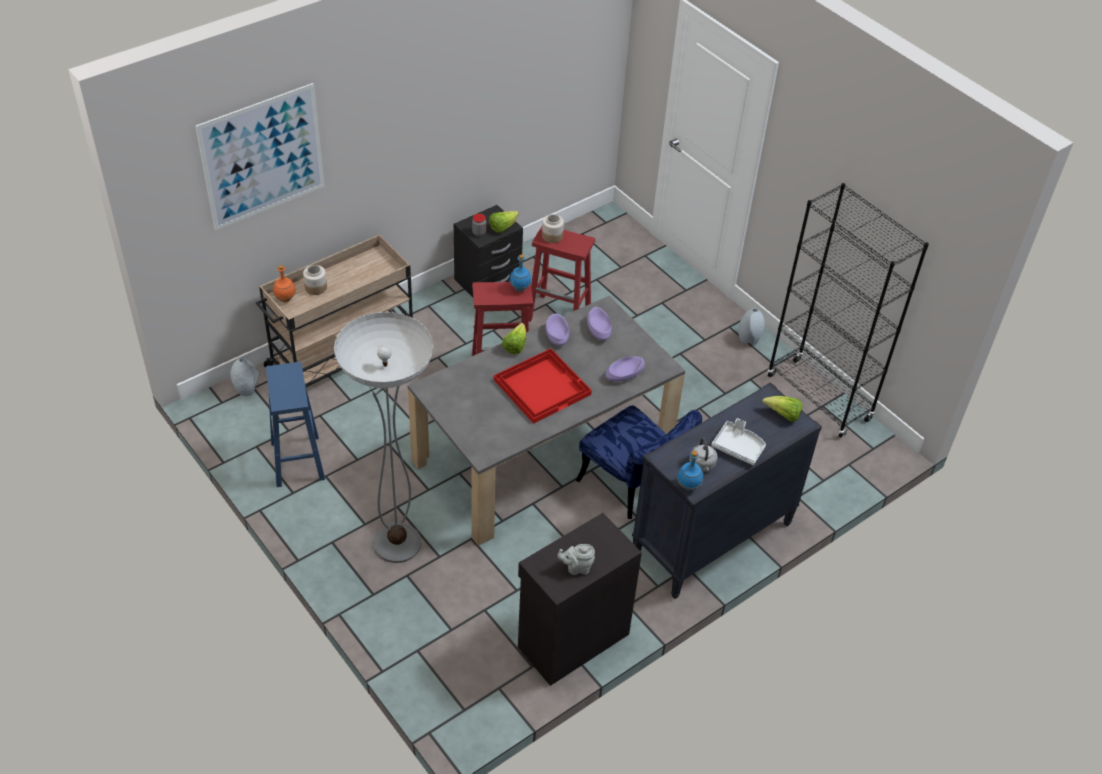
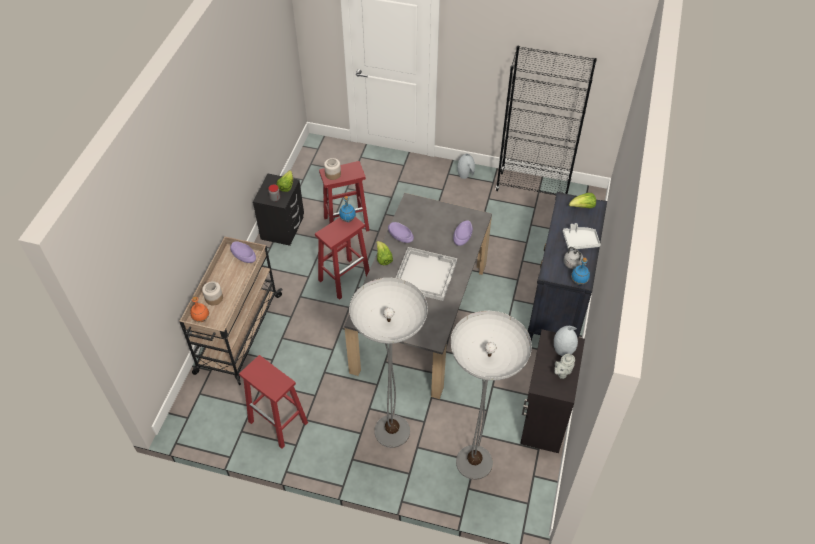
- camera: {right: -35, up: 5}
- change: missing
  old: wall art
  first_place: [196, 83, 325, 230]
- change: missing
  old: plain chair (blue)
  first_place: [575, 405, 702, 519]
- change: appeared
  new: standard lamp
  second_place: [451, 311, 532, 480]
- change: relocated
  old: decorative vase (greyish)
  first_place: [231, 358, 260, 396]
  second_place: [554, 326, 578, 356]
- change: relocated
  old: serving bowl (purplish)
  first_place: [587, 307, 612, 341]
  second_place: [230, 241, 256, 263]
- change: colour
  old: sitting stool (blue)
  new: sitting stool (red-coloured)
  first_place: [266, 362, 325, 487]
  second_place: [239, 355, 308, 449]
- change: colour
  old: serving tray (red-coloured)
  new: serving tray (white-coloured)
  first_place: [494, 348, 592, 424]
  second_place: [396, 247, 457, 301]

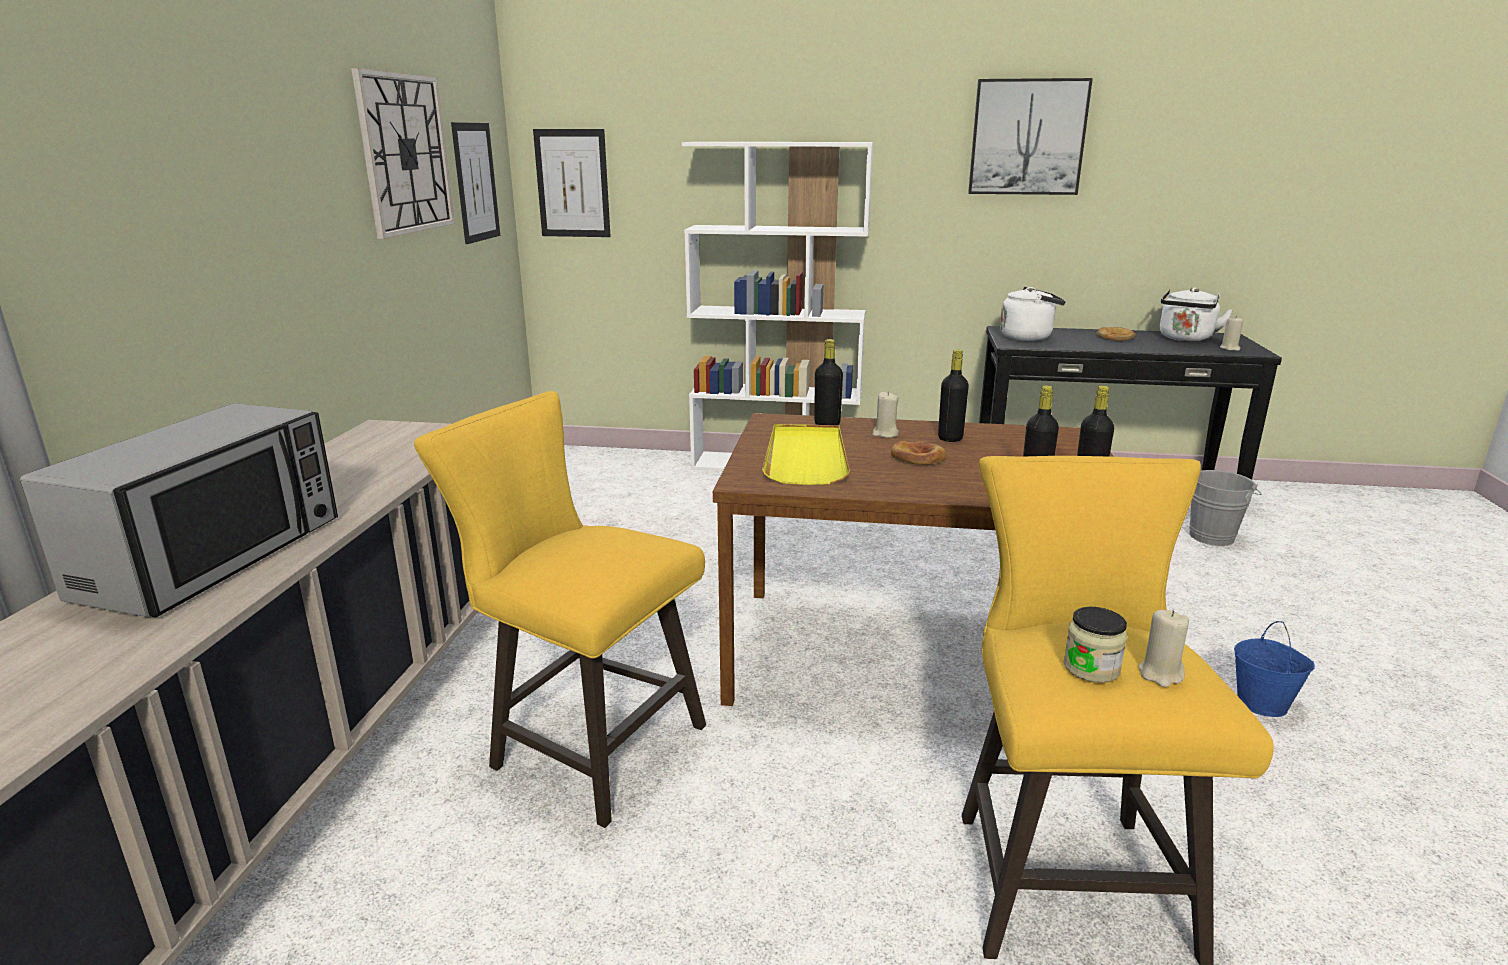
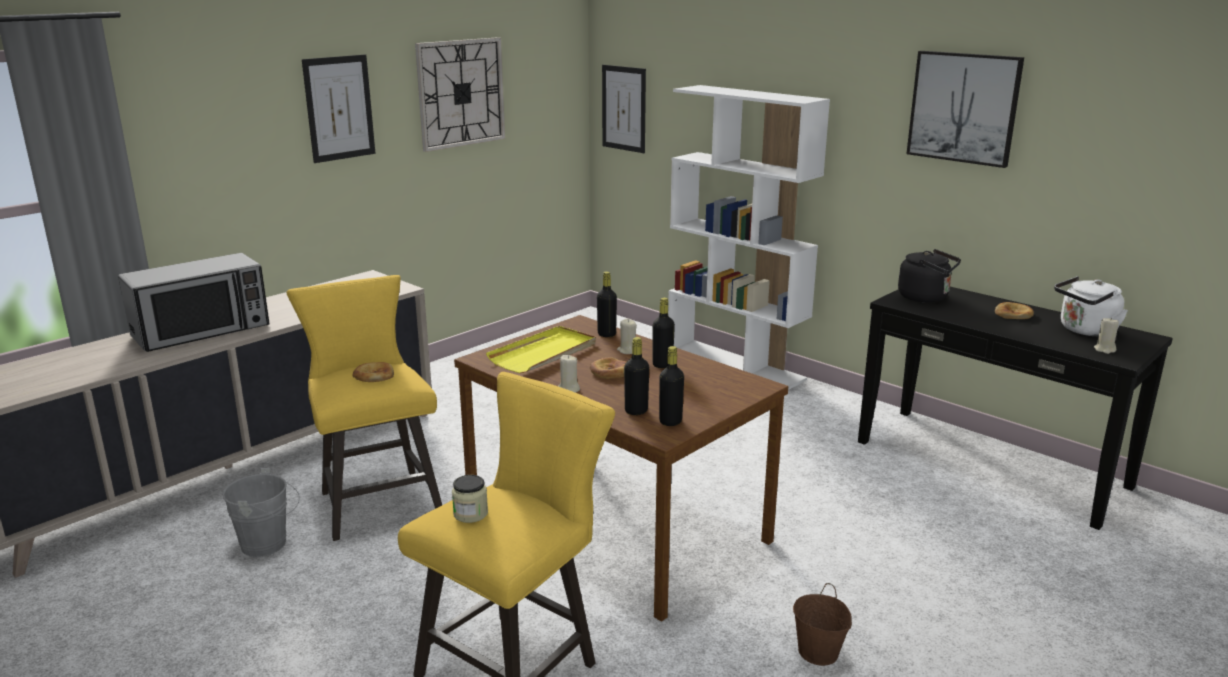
- camera: {right: 35, up: 0}
- change: appeared
  new: bakery bread
  second_place: [353, 362, 394, 382]
- change: relocated
  old: wall art
  first_place: [451, 122, 500, 244]
  second_place: [302, 54, 375, 163]
- change: relocated
  old: wax light (beige)
  first_place: [1138, 610, 1189, 687]
  second_place: [558, 355, 580, 393]
- change: relocated
  old: bucket (greyish)
  first_place: [1189, 470, 1261, 546]
  second_place: [222, 468, 300, 557]
- change: colour
  old: kettle (white-coloured)
  new: kettle (black)
  first_place: [1000, 287, 1066, 341]
  second_place: [898, 249, 961, 303]
- change: colour
  old: bucket (blue)
  new: bucket (brown)
  first_place: [1234, 621, 1315, 717]
  second_place: [793, 583, 852, 666]

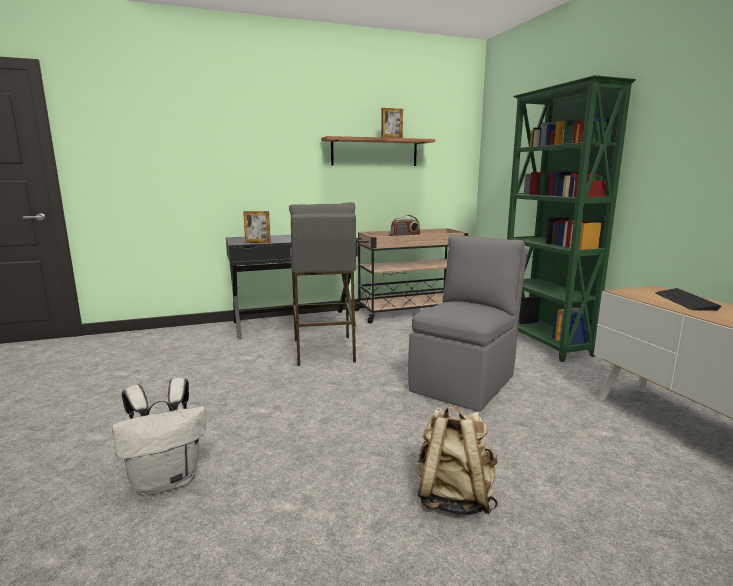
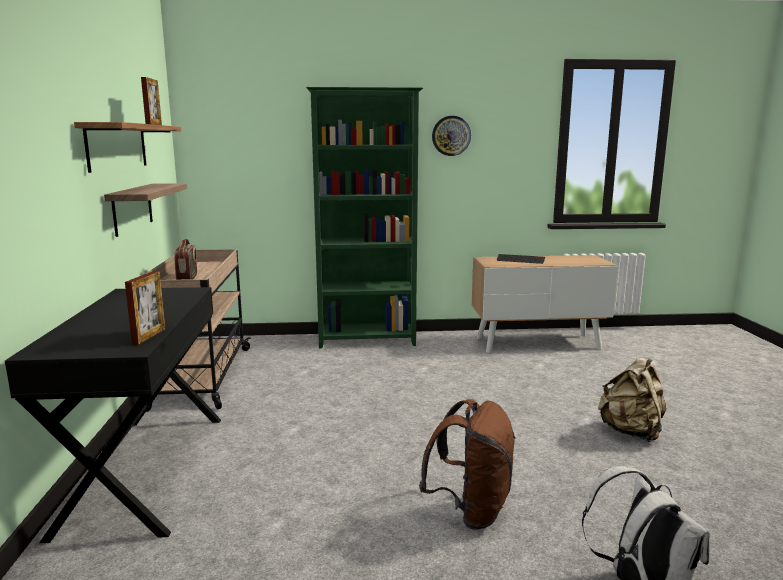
- camera: {right: -75, up: 0}
- change: missing
  old: sitting stool (greyish)
  first_place: [289, 202, 356, 366]
- change: missing
  old: plain chair (greyish)
  first_place: [408, 235, 527, 412]
- change: appeared
  new: wall shelf
  second_place: [104, 183, 187, 237]
- change: appeared
  new: backpack (brown)
  second_place: [419, 399, 516, 530]
- change: appeared
  new: wall clock
  second_place: [432, 116, 471, 156]

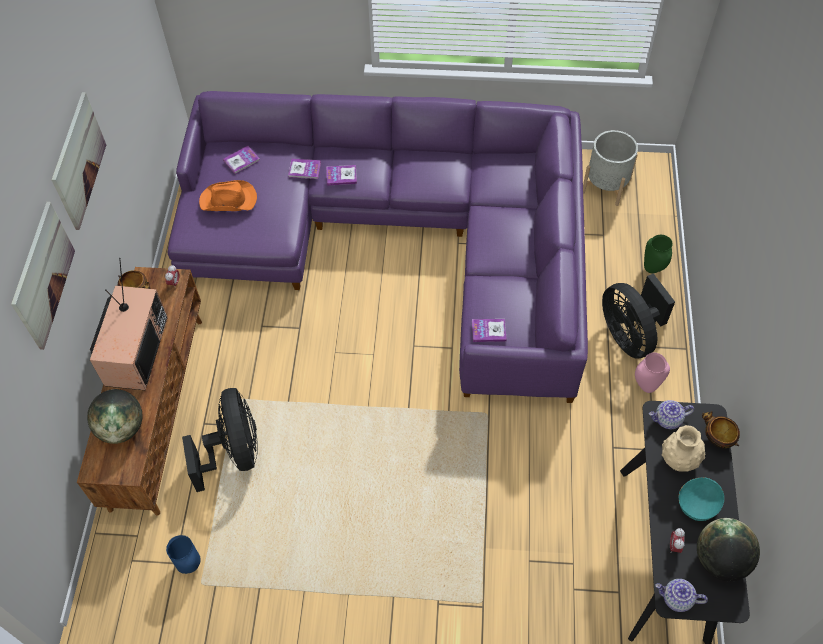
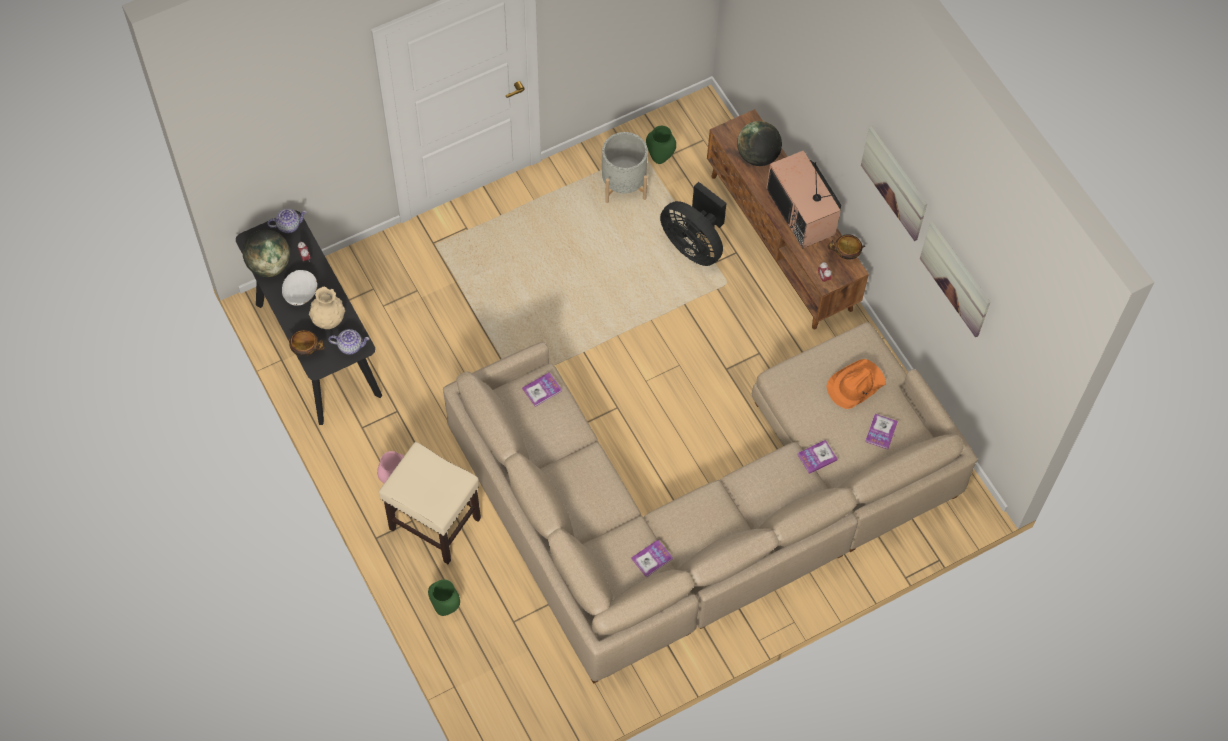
- camera: {right: 145, up: 5}
- change: relocated
  old: wall art
  first_place: [11, 202, 75, 350]
  second_place: [920, 222, 991, 338]
- change: relocated
  old: book
  first_place: [326, 165, 357, 186]
  second_place: [631, 540, 673, 577]
- change: relocated
  old: plant pot (greyish)
  first_place: [583, 130, 638, 206]
  second_place: [602, 132, 648, 203]
- change: exchanged
  old: electric fan (black)
  new: sitting stool (beige)
  first_place: [602, 273, 675, 358]
  second_place: [379, 442, 481, 564]
- change: colour
  old: decorative vase (blue)
  new: decorative vase (green)
  first_place: [166, 535, 201, 574]
  second_place: [646, 126, 676, 164]
- change: colour
  old: settee (purplish)
  new: settee (beige)
  first_place: [168, 91, 588, 403]
  second_place: [443, 322, 978, 684]
- change: colour
  old: serving bowl (turquoise)
  new: serving bowl (white-coloured)
  first_place: [679, 477, 724, 521]
  second_place: [282, 270, 317, 305]
- change: spun
  old: teapot
  first_place: [649, 400, 694, 429]
  second_place: [328, 329, 369, 354]
  degrees: 45

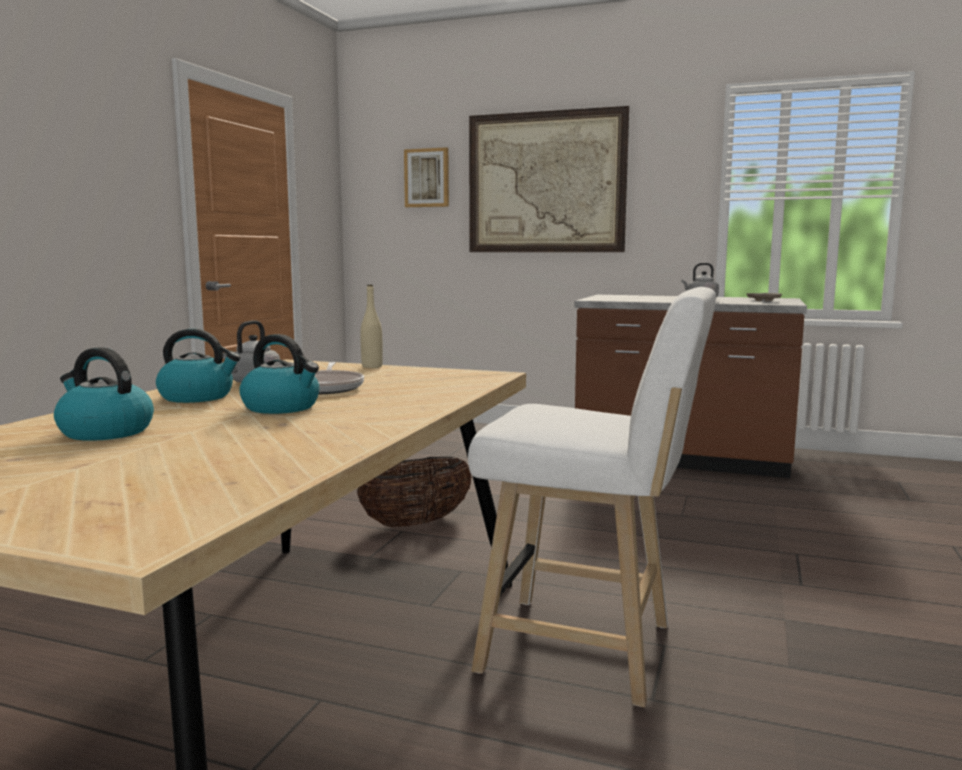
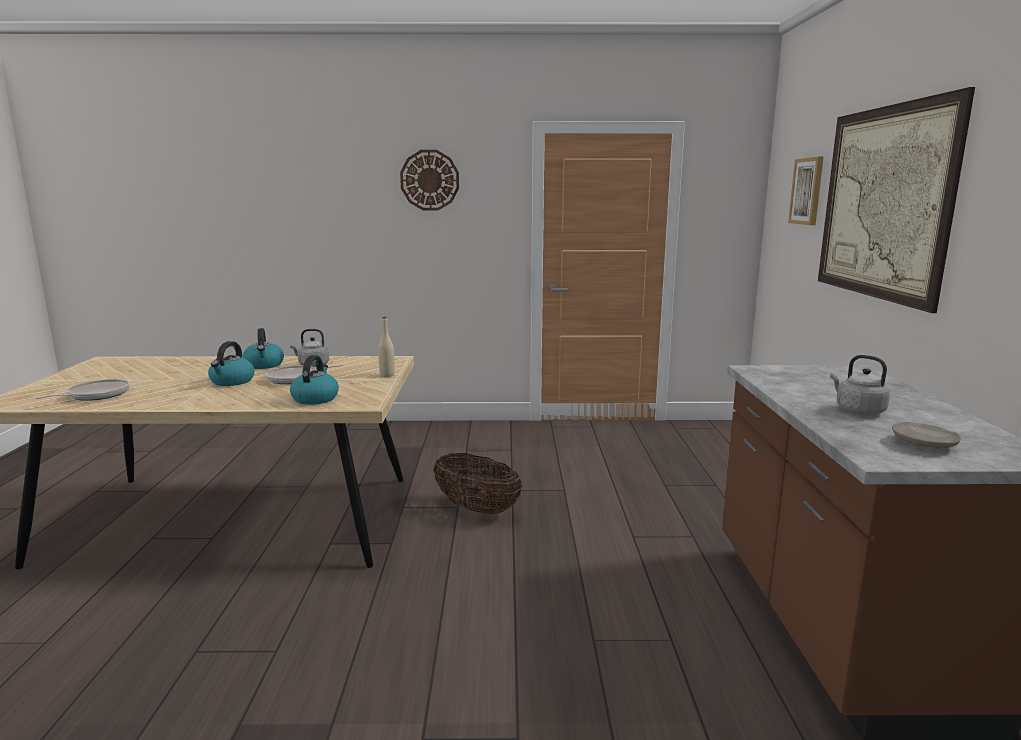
- camera: {right: 70, up: 5}
- change: missing
  old: sitting stool (white-coloured)
  first_place: [468, 287, 716, 707]
- change: appeared
  new: pan
  second_place: [35, 379, 130, 401]
- change: appeared
  new: wall clock
  second_place: [400, 150, 459, 211]
- change: relocated
  old: kettle
  first_place: [54, 347, 154, 441]
  second_place: [290, 355, 339, 405]

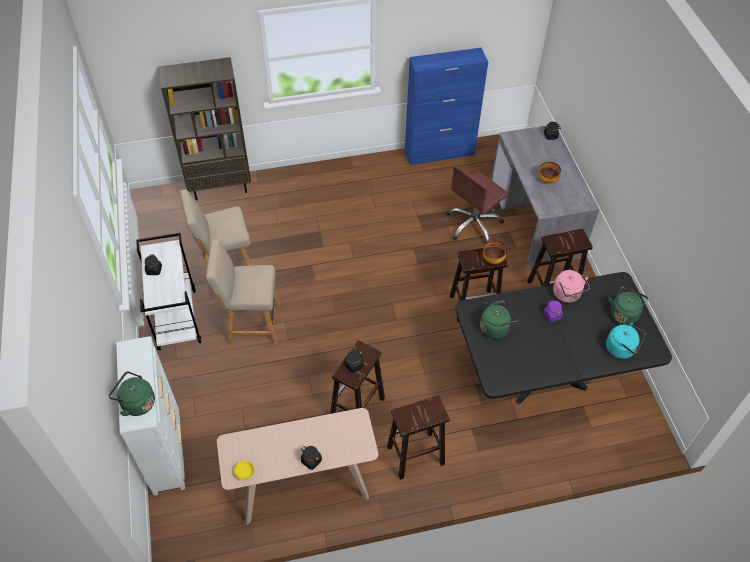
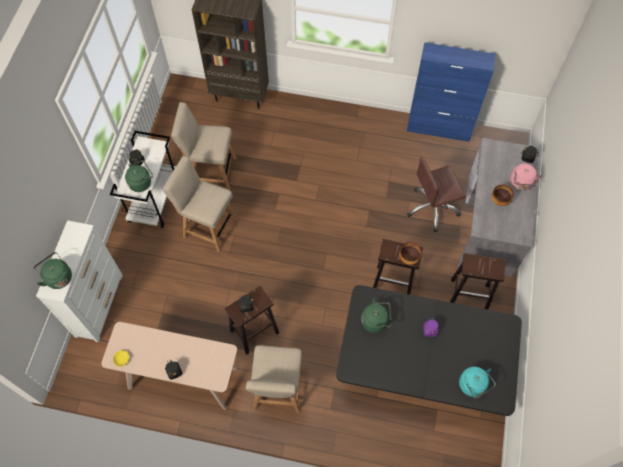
- camera: {right: 25, up: 10}
- change: relocated
  old: kettle (pink)
  first_place: [553, 270, 590, 303]
  second_place: [510, 164, 542, 191]
- change: relocated
  old: kettle (green)
  first_place: [608, 286, 648, 325]
  second_place: [125, 160, 153, 192]
- change: exchanged
  old: sitting stool (brown)
  new: plain chair (beige)
  first_place: [387, 395, 450, 480]
  second_place: [246, 345, 303, 413]

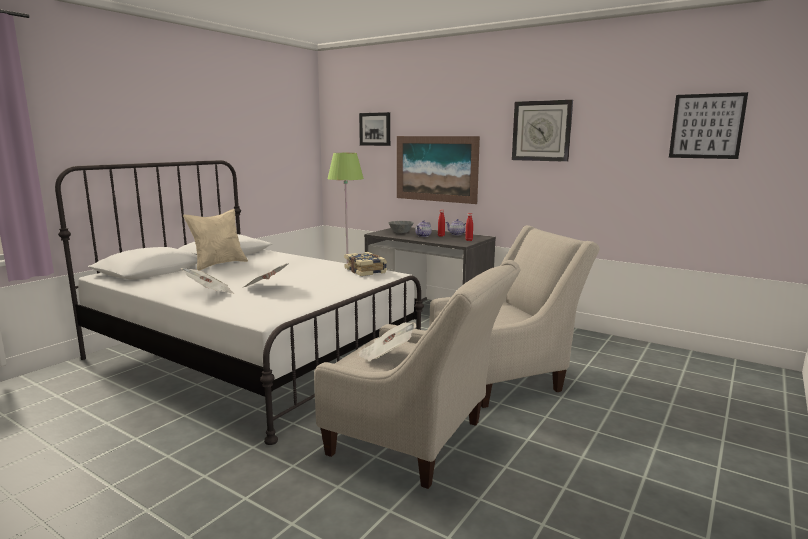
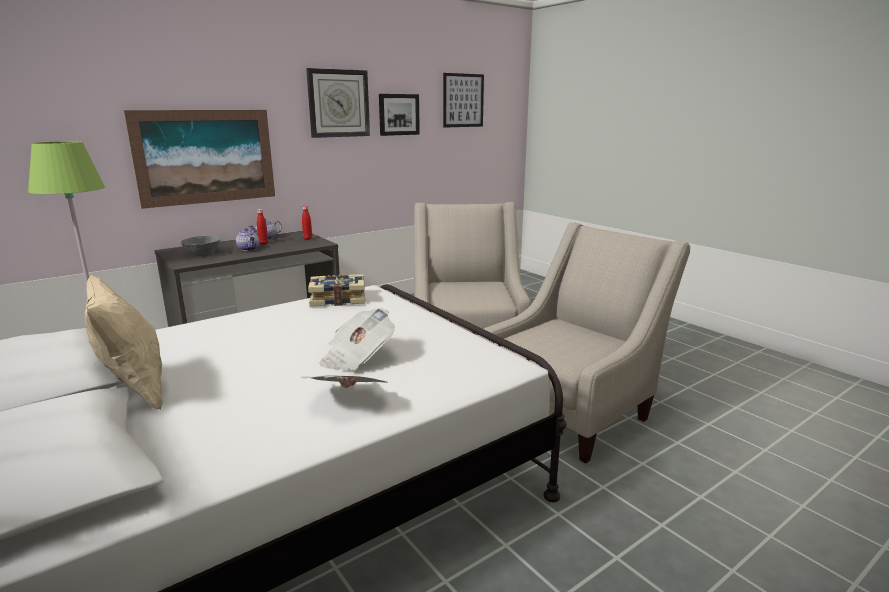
- camera: {right: -70, up: 5}
- change: missing
  old: daily paper
  first_place: [358, 322, 417, 362]
- change: relocated
  old: wall art
  first_place: [359, 112, 390, 146]
  second_place: [379, 94, 420, 136]

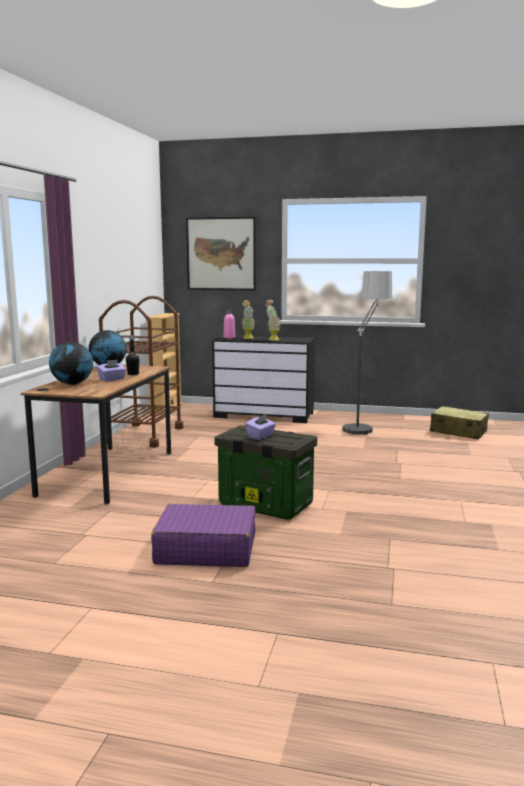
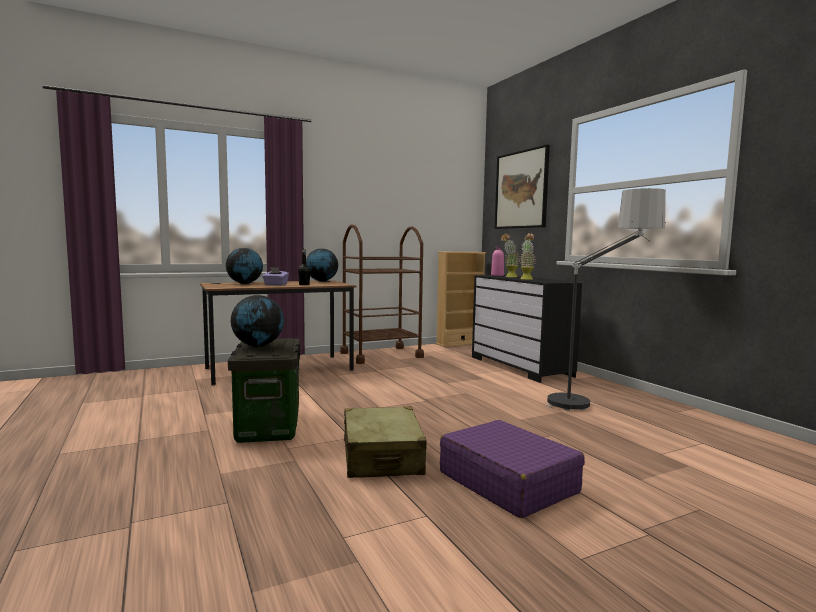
- camera: {right: 50, up: -5}
- change: relocated
  old: travel case (purplish)
  first_place: [151, 504, 256, 567]
  second_place: [440, 420, 585, 518]
- change: relocated
  old: travel case (beige)
  first_place: [430, 406, 489, 439]
  second_place: [344, 407, 427, 478]
- change: exchanged
  old: tissue holder (purplish)
  new: desk globe
  first_place: [245, 414, 276, 440]
  second_place: [231, 295, 284, 347]

